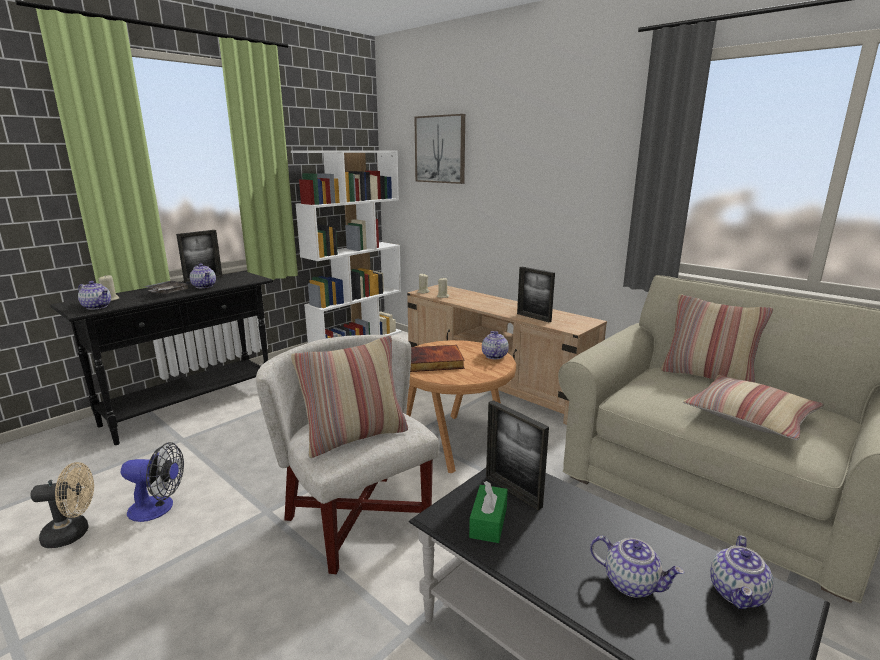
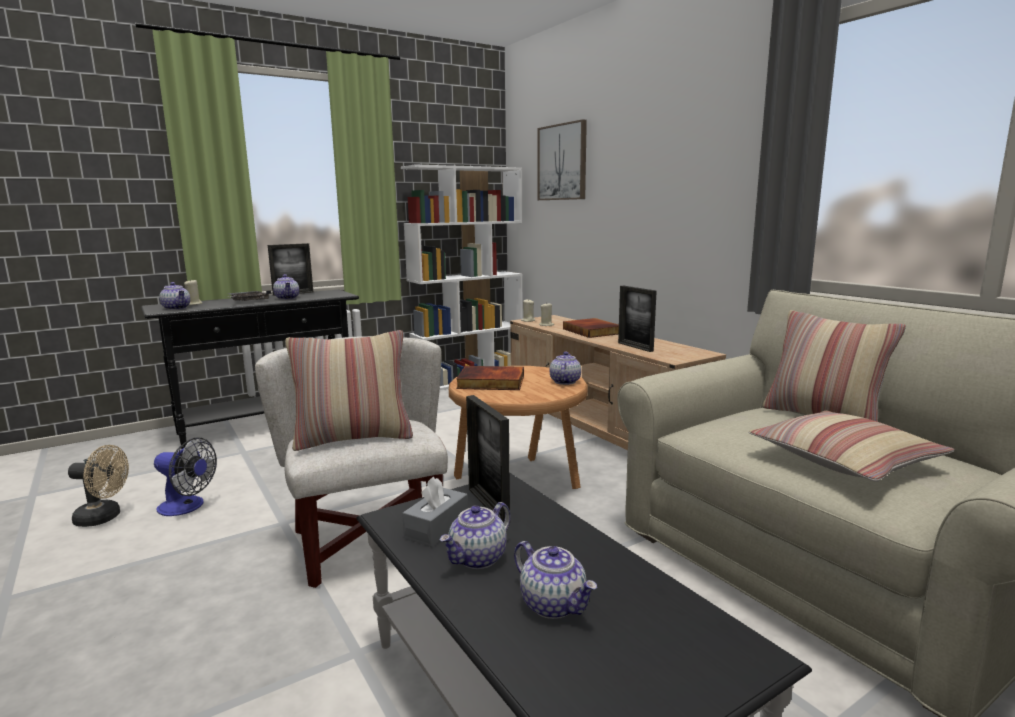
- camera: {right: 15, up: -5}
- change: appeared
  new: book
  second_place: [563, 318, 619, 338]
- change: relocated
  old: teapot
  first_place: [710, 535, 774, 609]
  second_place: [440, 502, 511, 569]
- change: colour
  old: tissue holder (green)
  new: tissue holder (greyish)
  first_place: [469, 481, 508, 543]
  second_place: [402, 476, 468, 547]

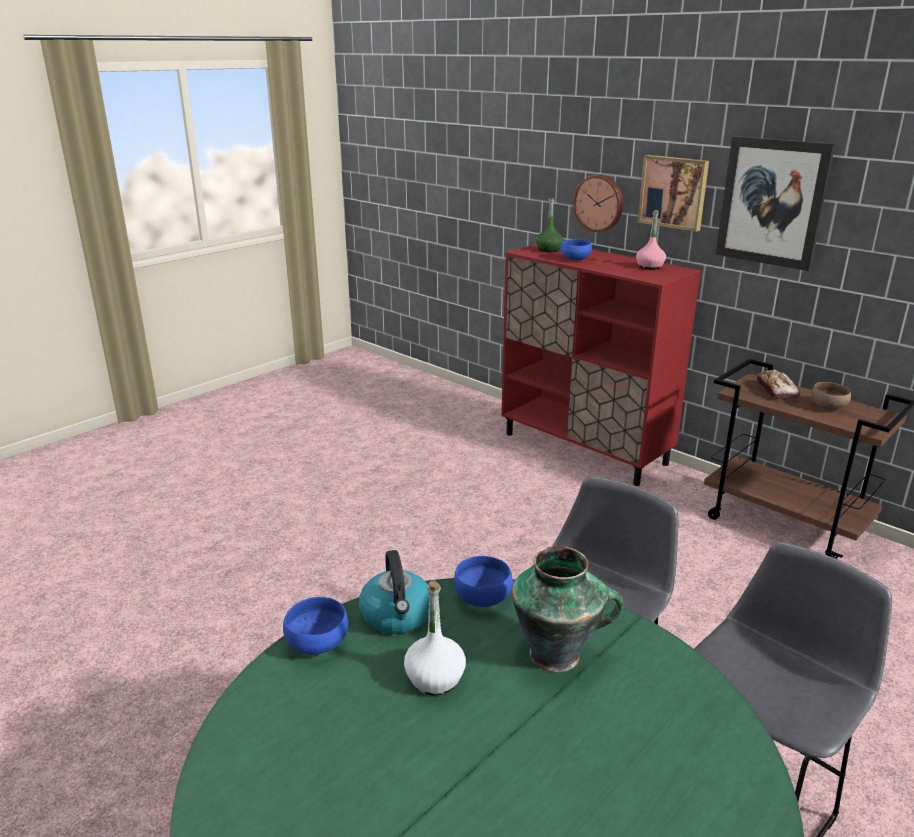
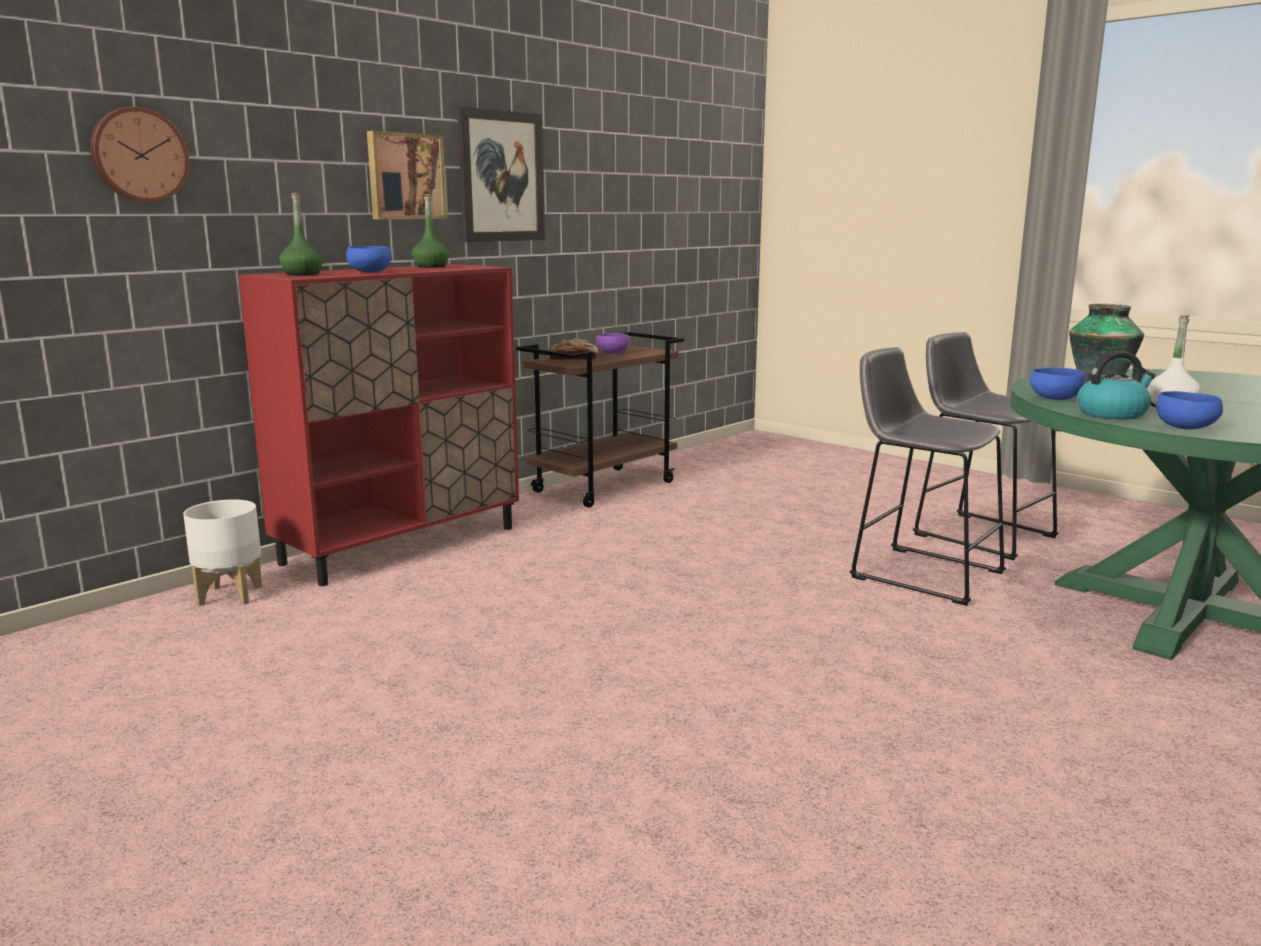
- camera: {right: -90, up: -10}
- change: appeared
  new: plant pot (white-coloured)
  second_place: [183, 499, 262, 606]
- change: relocated
  old: wall clock
  first_place: [573, 175, 623, 232]
  second_place: [90, 107, 189, 203]
- change: colour
  old: drink bottle (pink)
  new: drink bottle (green)
  first_place: [636, 210, 666, 270]
  second_place: [412, 194, 449, 268]
- change: colour
  old: serving bowl (brown)
  new: serving bowl (purplish)
  first_place: [811, 382, 851, 409]
  second_place: [596, 333, 630, 354]

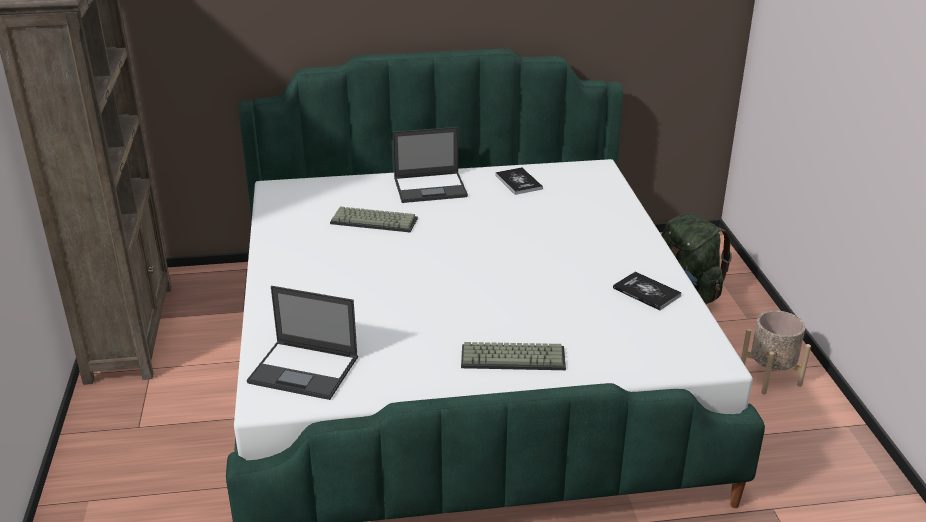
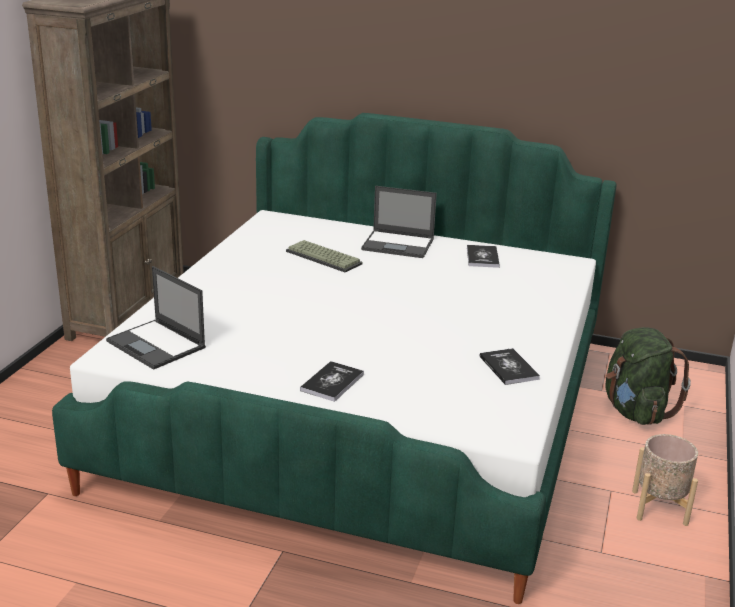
- camera: {right: 25, up: -5}
- change: exchanged
  old: computer keyboard
  new: book
  first_place: [461, 342, 566, 370]
  second_place: [300, 361, 364, 402]

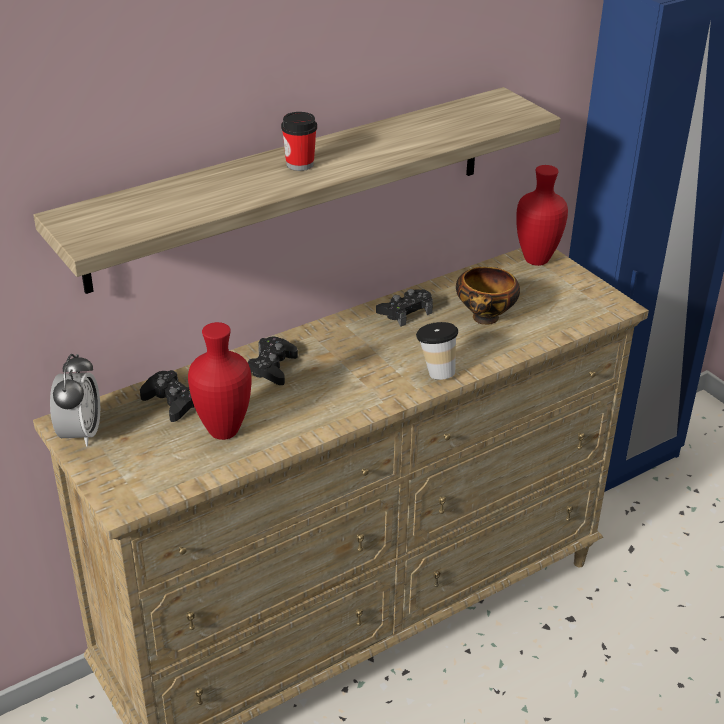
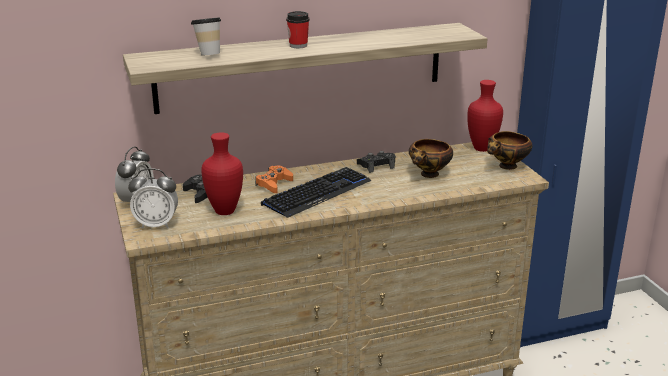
- camera: {right: 15, up: -10}
- change: appeared
  new: table clock
  second_place: [128, 168, 178, 229]
- change: appeared
  new: computer keyboard
  second_place: [261, 167, 372, 218]
- change: appeared
  new: serving bowl
  second_place: [487, 131, 533, 170]
- change: relocated
  old: drinking cup
  first_place: [416, 322, 458, 380]
  second_place: [191, 17, 221, 56]
- change: colour
  old: joypad (black)
  new: joypad (orange)
  first_place: [248, 337, 298, 385]
  second_place: [255, 166, 293, 193]

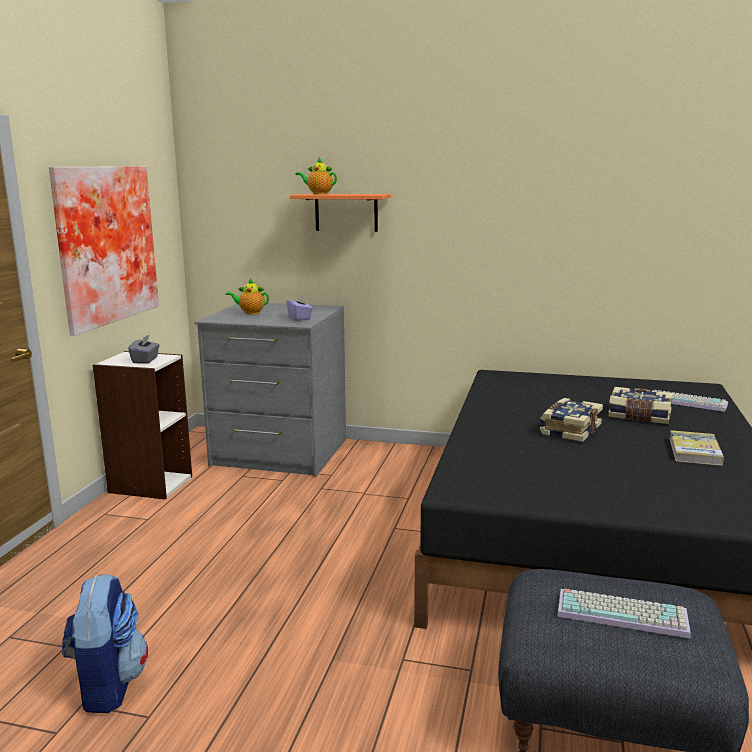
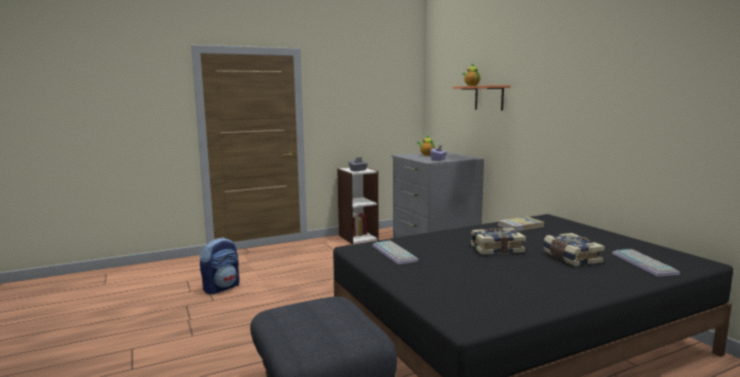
- camera: {right: 50, up: -5}
- change: missing
  old: wall art
  first_place: [49, 166, 159, 336]
- change: relocated
  old: computer keyboard
  first_place: [557, 589, 691, 639]
  second_place: [373, 240, 419, 265]
- change: relocated
  old: book
  first_place: [669, 430, 724, 466]
  second_place: [497, 217, 544, 232]

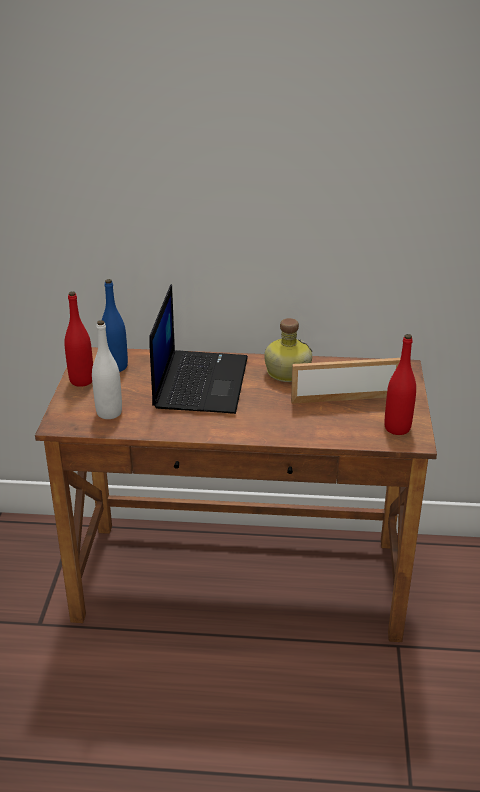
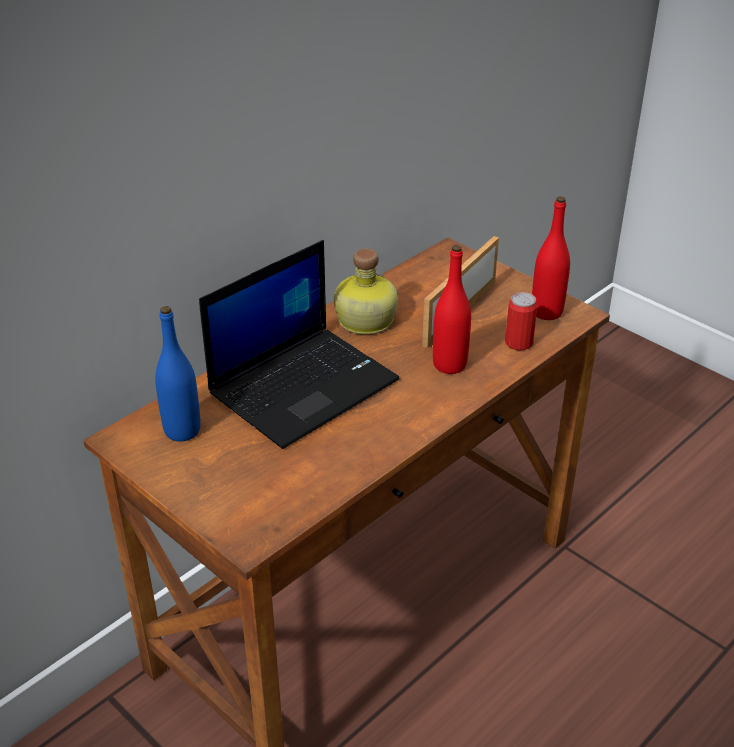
- camera: {right: -50, up: 5}
- change: missing
  old: drink bottle (white-coloured)
  first_place: [92, 320, 122, 419]
- change: appeared
  new: can
  second_place: [505, 292, 538, 350]
- change: relocated
  old: drink bottle (red-coloured)
  first_place: [65, 292, 93, 387]
  second_place: [433, 245, 471, 374]
- change: spun
  old: notebook computer
  first_place: [149, 284, 248, 414]
  second_place: [199, 240, 400, 449]
  degrees: 90

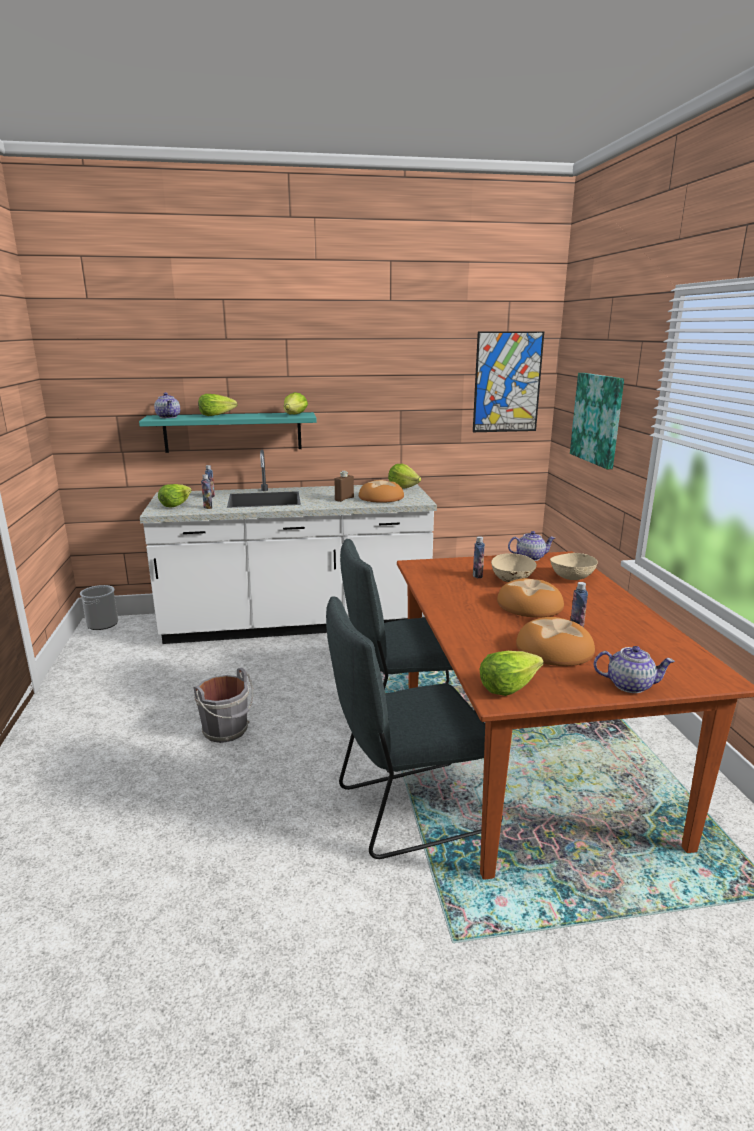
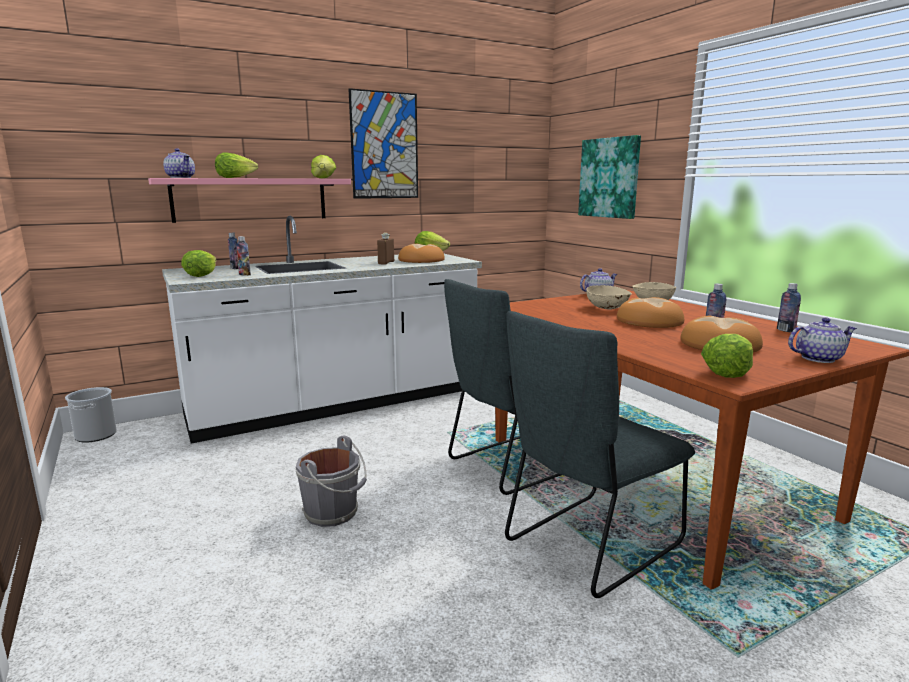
- camera: {right: -20, up: -5}
- change: relocated
  old: wall art
  first_place: [473, 331, 544, 432]
  second_place: [349, 88, 418, 199]
- change: relocated
  old: drink bottle
  first_place: [473, 536, 485, 579]
  second_place: [777, 283, 801, 333]
- change: colour
  old: wall shelf (turquoise)
  new: wall shelf (pink)
  first_place: [139, 412, 317, 453]
  second_place: [148, 178, 351, 223]

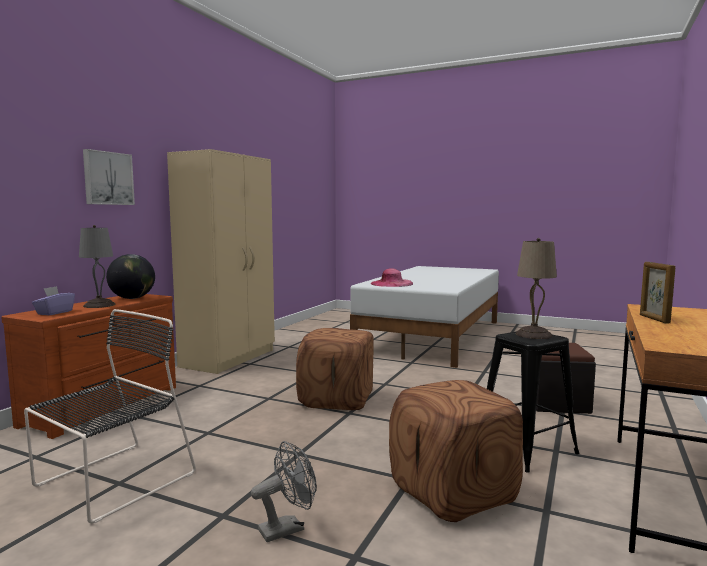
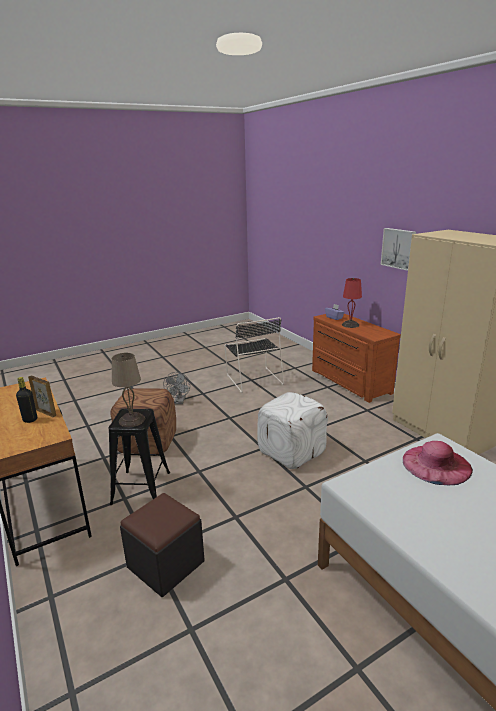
- camera: {right: 125, up: 15}
- change: missing
  old: desk globe
  first_place: [106, 254, 155, 299]
- change: appeared
  new: drink bottle (black)
  second_place: [16, 377, 37, 423]
- change: colour
  old: lamp for a table (greyish)
  new: lamp for a table (red-coloured)
  first_place: [79, 225, 116, 308]
  second_place: [342, 278, 362, 328]
- change: colour
  old: ottoman (brown)
  new: ottoman (white-coloured)
  first_place: [296, 328, 374, 410]
  second_place: [257, 392, 328, 469]

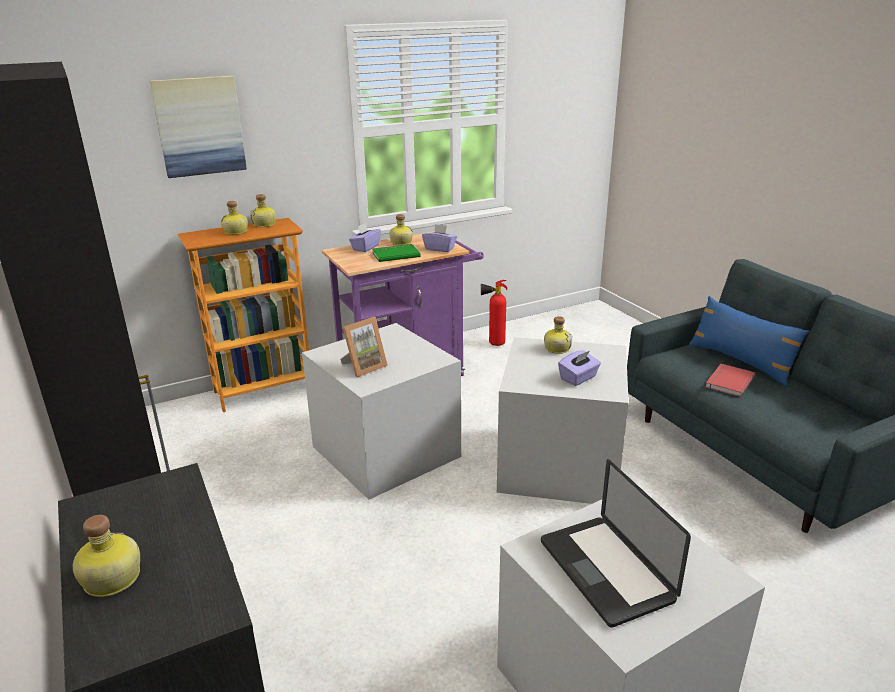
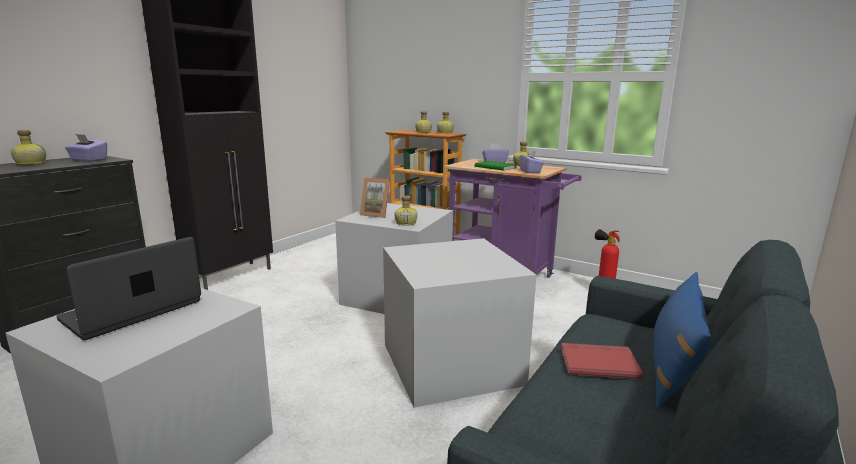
- camera: {right: 60, up: -10}
- change: missing
  old: wall art
  first_place: [149, 76, 247, 178]
- change: relocated
  old: drink bottle
  first_place: [544, 316, 573, 354]
  second_place: [395, 195, 418, 226]
- change: relocated
  old: tissue holder (purplish)
  first_place: [558, 350, 601, 386]
  second_place: [65, 134, 107, 162]

